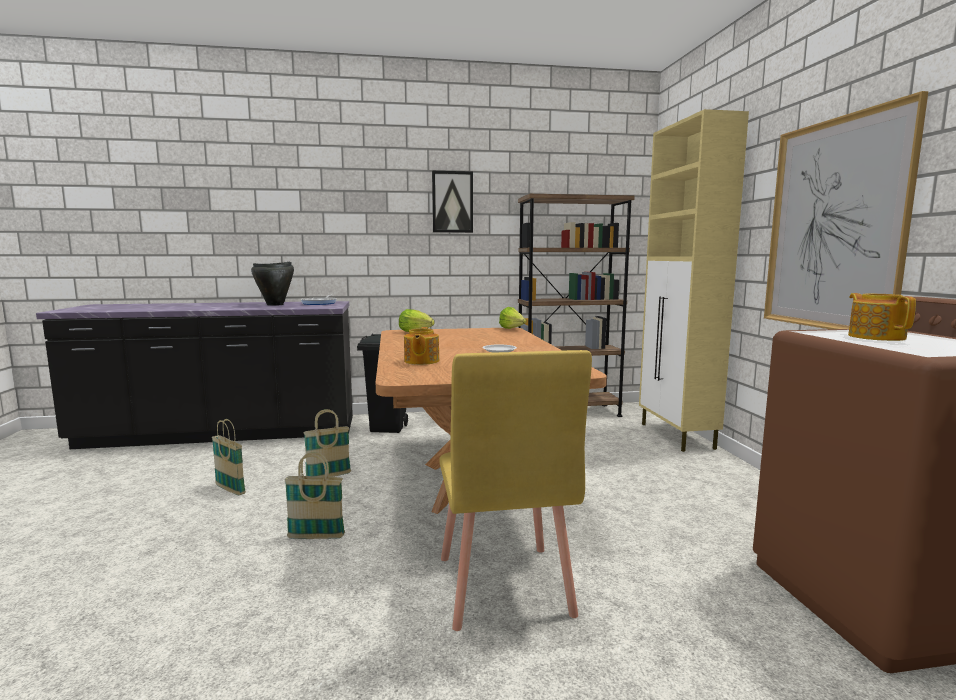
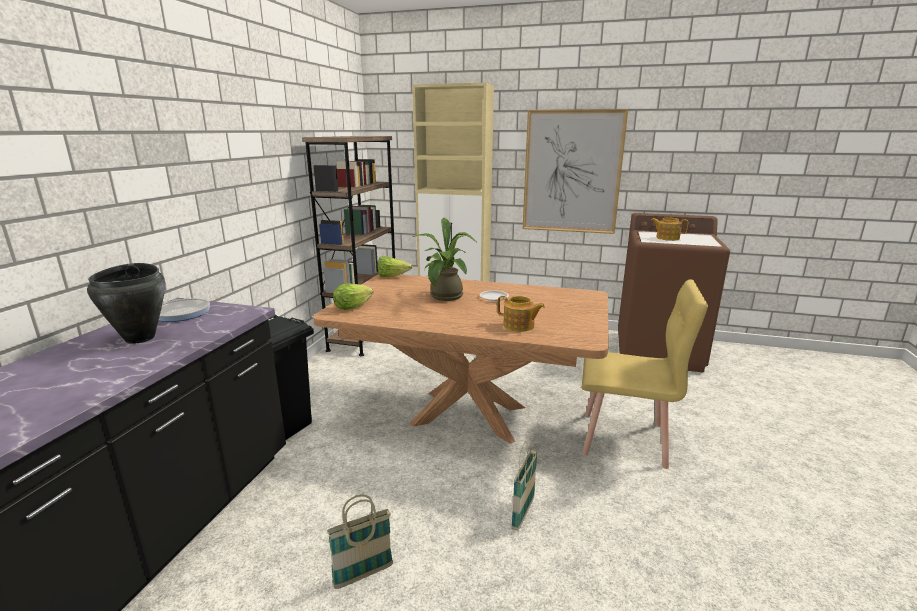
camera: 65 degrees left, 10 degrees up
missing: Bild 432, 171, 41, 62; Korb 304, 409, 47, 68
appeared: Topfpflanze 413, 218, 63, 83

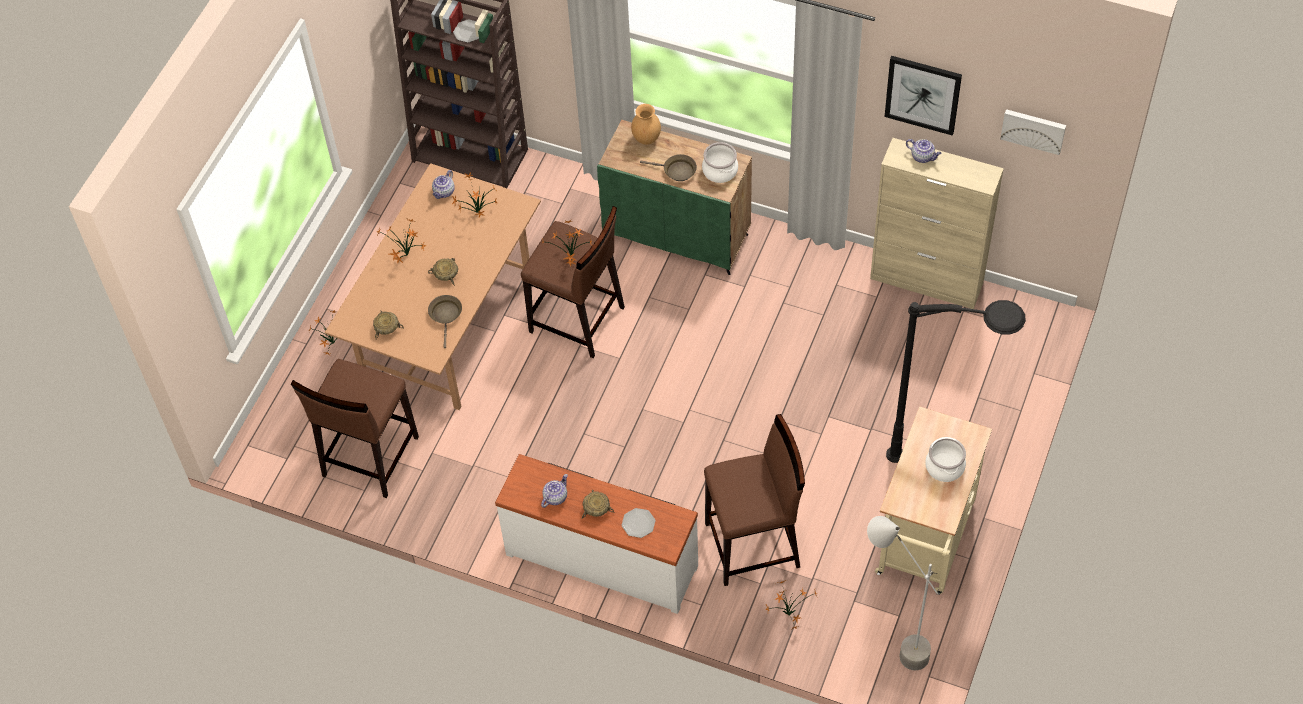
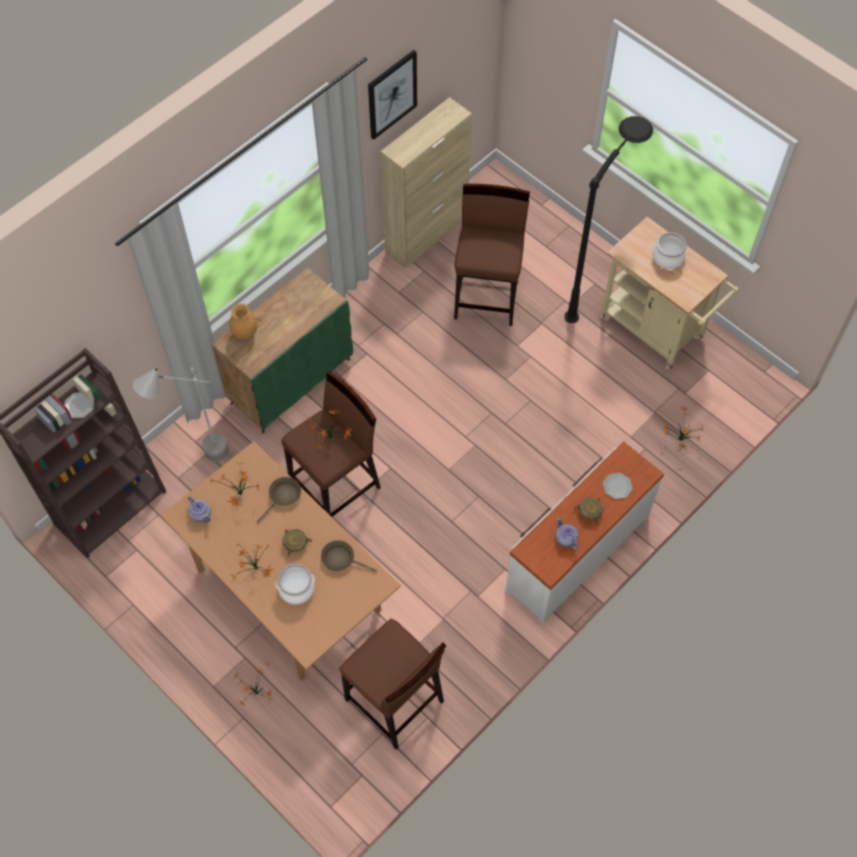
camera: 70 degrees left, 5 degrees up
missing: Bild 1000, 109, 66, 46; Teekanne 906, 139, 36, 24; Schüssel (beige) 373, 310, 30, 29
relocated: Kochtopf 702, 142, 36, 41 to 276, 564, 39, 40; Pfanne (braun) 640, 154, 57, 27 to 257, 477, 44, 46; Hocker (braun) 704, 414, 101, 172 to 454, 184, 76, 142; Stehlampe (grau) 867, 516, 70, 154 to 133, 367, 96, 95

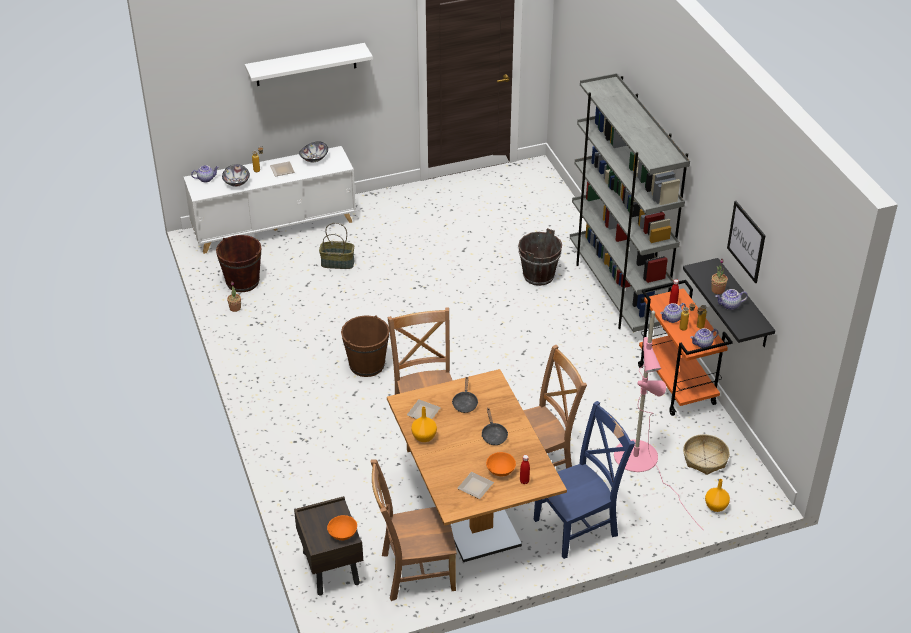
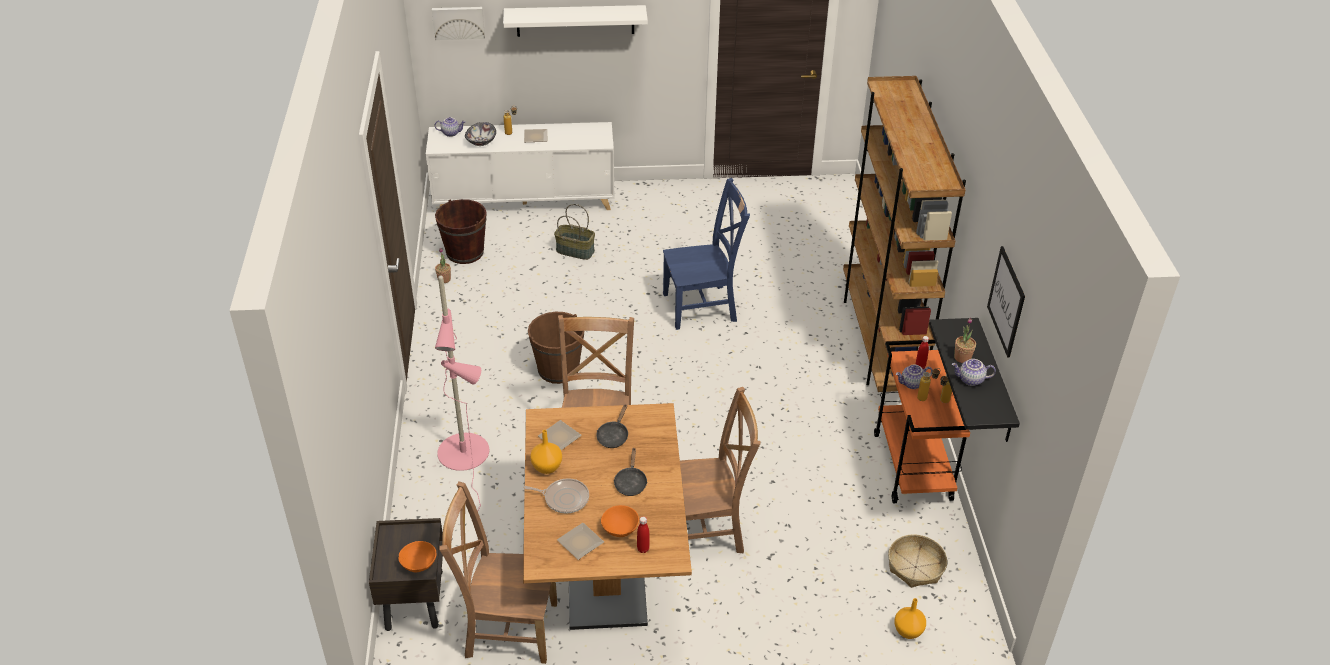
camera: 15 degrees right, 0 degrees up
missing: Schüssel 299, 141, 29, 21; Eimer (braun) 518, 228, 44, 58; Teekanne 690, 328, 28, 20
appeared: Bild 432, 7, 53, 33; Pfanne 523, 478, 66, 35
relocated: Stehlampe (rosa) 614, 311, 87, 217 to 435, 276, 54, 235; Stuhl (blau) 534, 401, 101, 158 to 663, 178, 87, 152
colour: Bücherregal (grau) 570, 73, 120, 259 to Bücherregal (braun) 843, 76, 123, 316

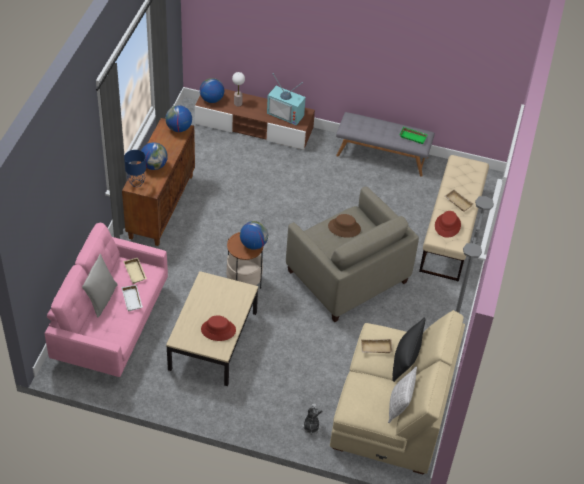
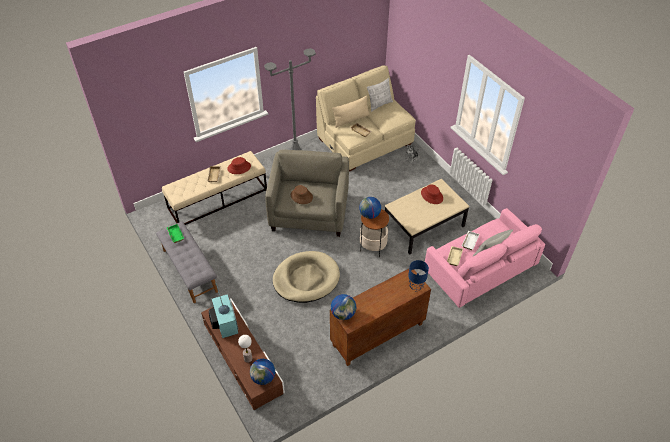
camera: 135 degrees left, 0 degrees up
missing: Globus 141, 142, 27, 28
appeared: Hundebett (beige) 273, 251, 67, 52
colour: Kissen (schwarz) 392, 318, 34, 64 to Kissen (beige) 332, 96, 38, 32

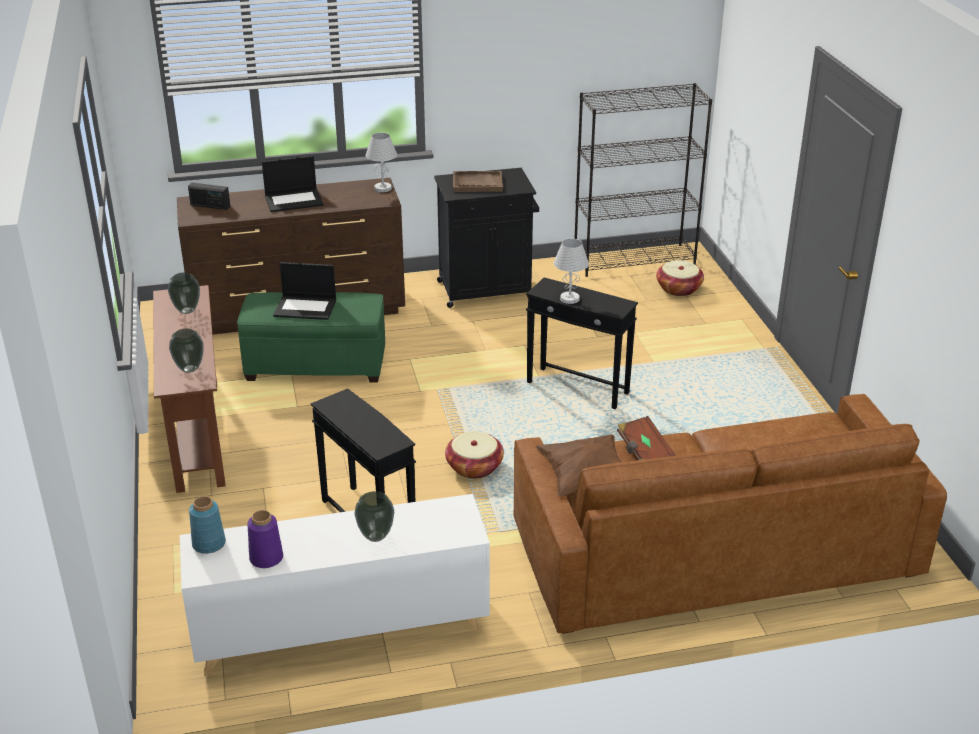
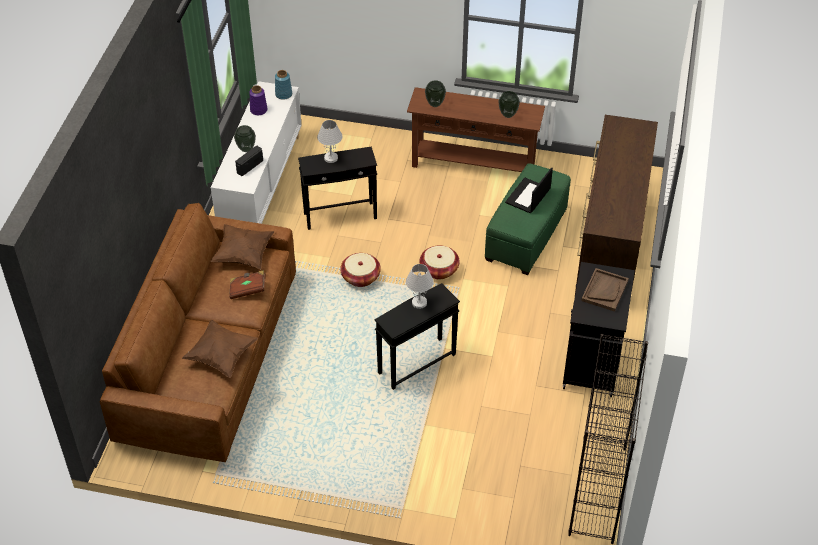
camera: 115 degrees right, 15 degrees up
missing: Laptop 262, 155, 61, 57
appeared: Kissen (braun) 182, 320, 76, 58
relocated: Tischlampe (weiß) 366, 132, 31, 60 to 317, 120, 26, 43; Radio 188, 183, 42, 27 to 235, 146, 28, 30; Korb 656, 260, 48, 36 to 420, 245, 39, 34

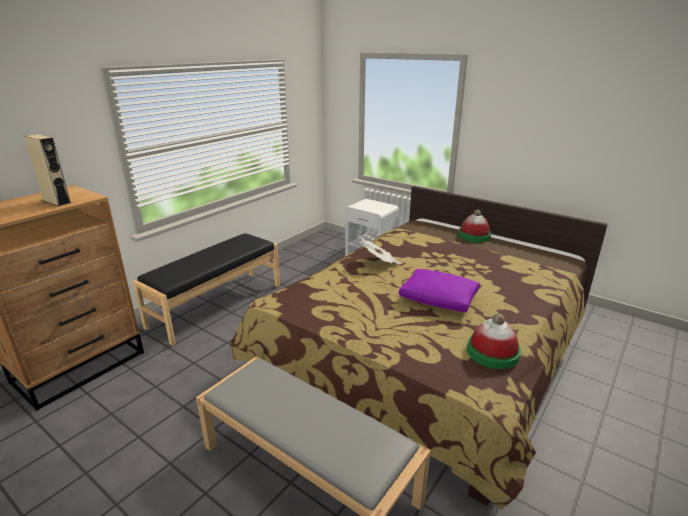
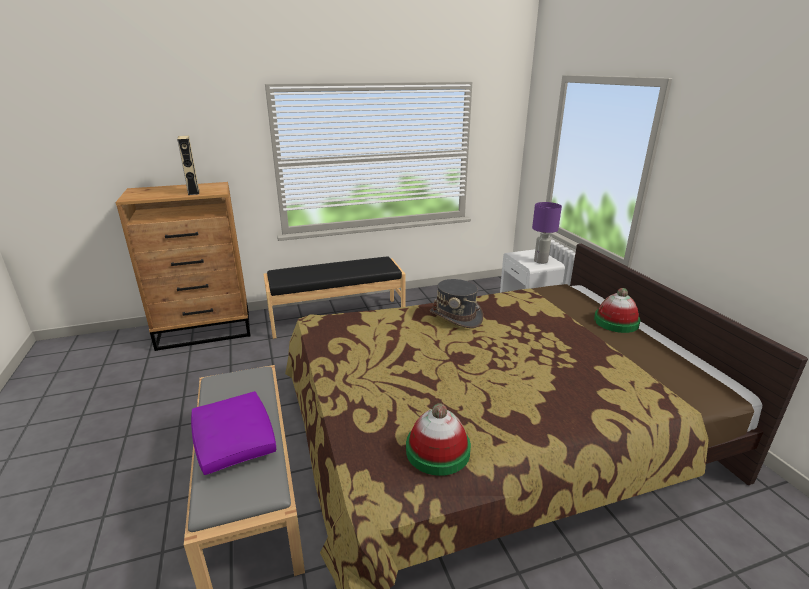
camera: 35 degrees right, 0 degrees up
appeared: Tischlampe (lila) 532, 202, 30, 62
relocated: Kissen (lila) 399, 269, 81, 43 to 191, 391, 85, 84
exchanged: Zeitung 360, 240, 41, 24 to Hut (grau) 430, 279, 53, 49

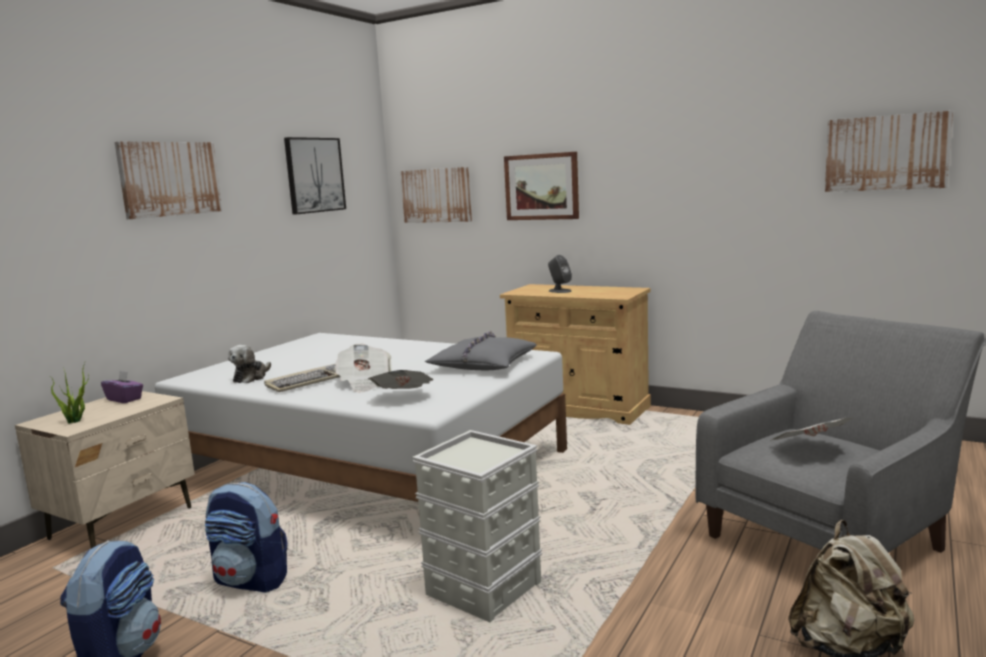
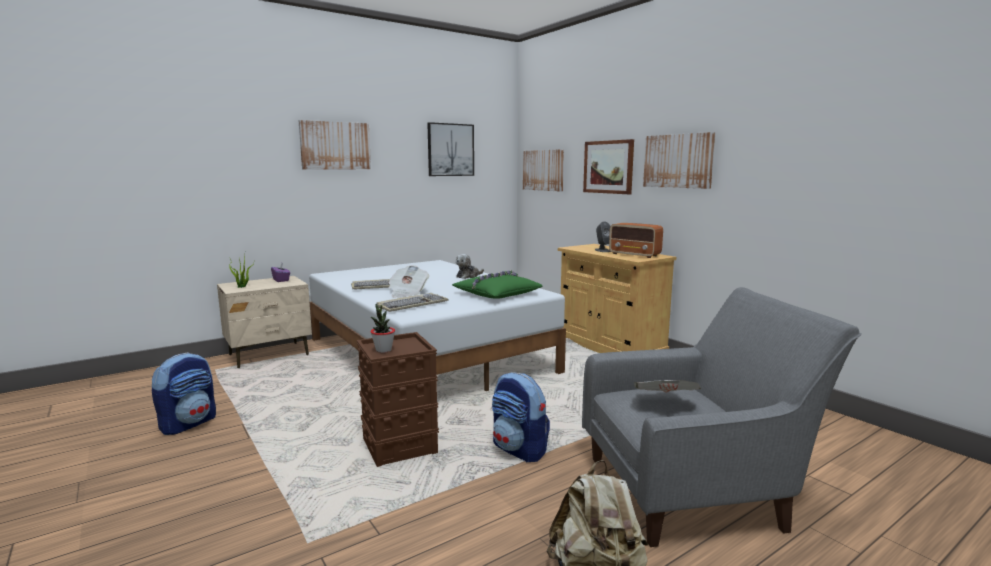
camera: 25 degrees right, 0 degrees up
appeared: Radio 609, 223, 54, 35; Topfpflanze 371, 304, 24, 49
relocated: Bild 825, 111, 128, 81 to 643, 132, 72, 57; Plüschtier 228, 345, 43, 38 to 456, 254, 28, 25; Rucksack 205, 482, 82, 111 to 492, 372, 58, 90
exchanged: Zeitung 368, 370, 65, 19 to Tastatur 377, 293, 72, 19
colour: Kissen (grau) 425, 331, 112, 40 to Kissen (grün) 452, 270, 91, 29; Aufbewahrungsbox (grau) 412, 430, 130, 192 to Aufbewahrungsbox (braun) 356, 332, 83, 135

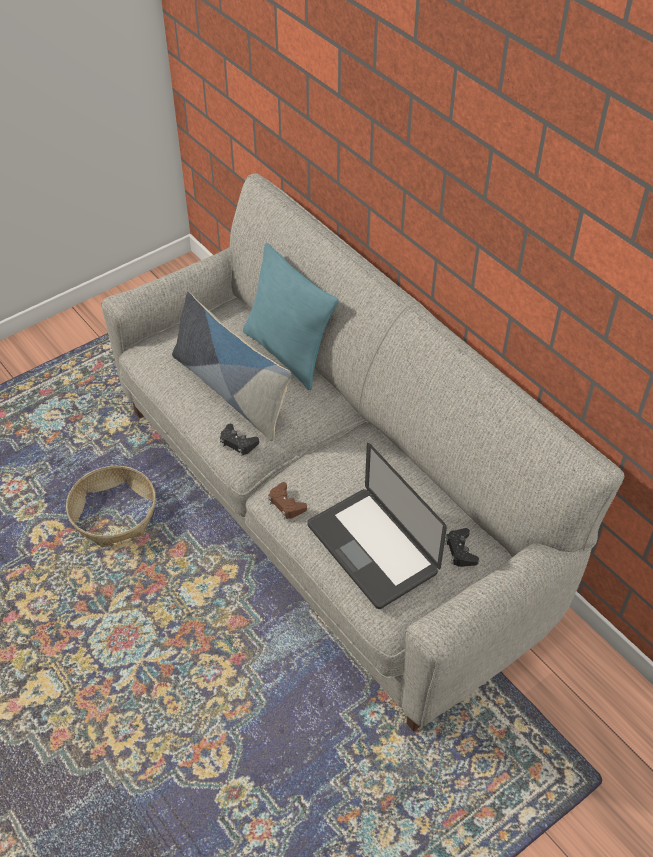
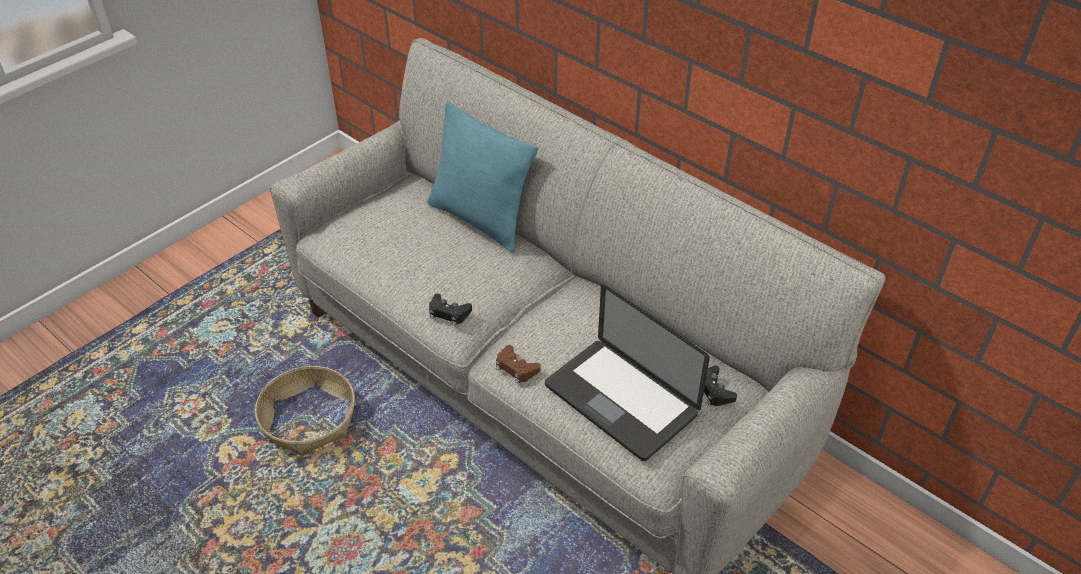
camera: 10 degrees left, 5 degrees down
missing: Kissen 172, 292, 119, 149

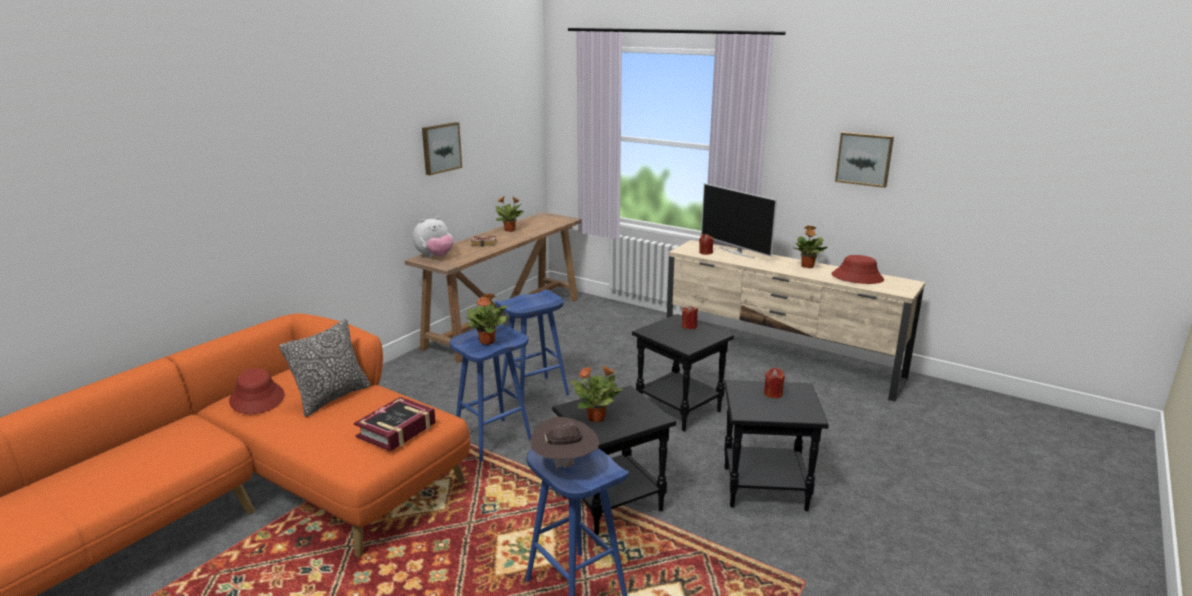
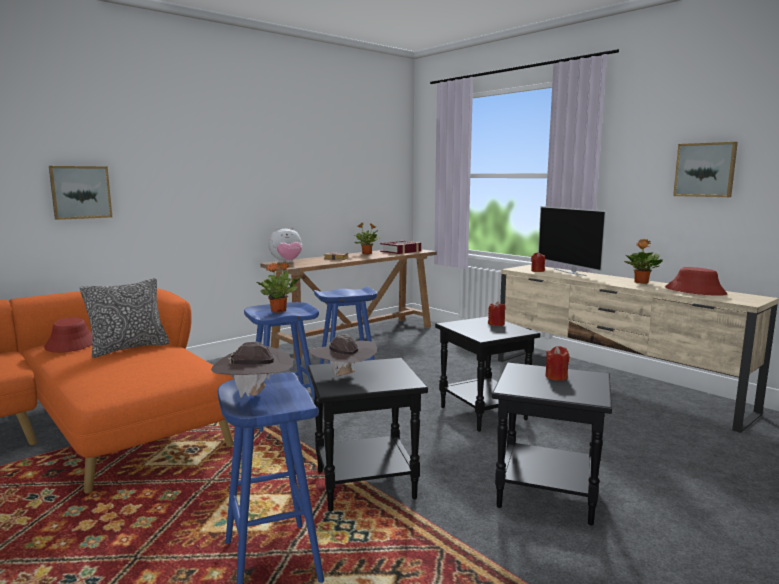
camera: 15 degrees right, 10 degrees down
relocated: Bild 422, 122, 40, 53 to 49, 166, 63, 54; Buch 354, 397, 82, 55 to 380, 241, 41, 13
exchanged: Topfpflanze 570, 365, 53, 57 to Hut (braun) 309, 334, 68, 42

